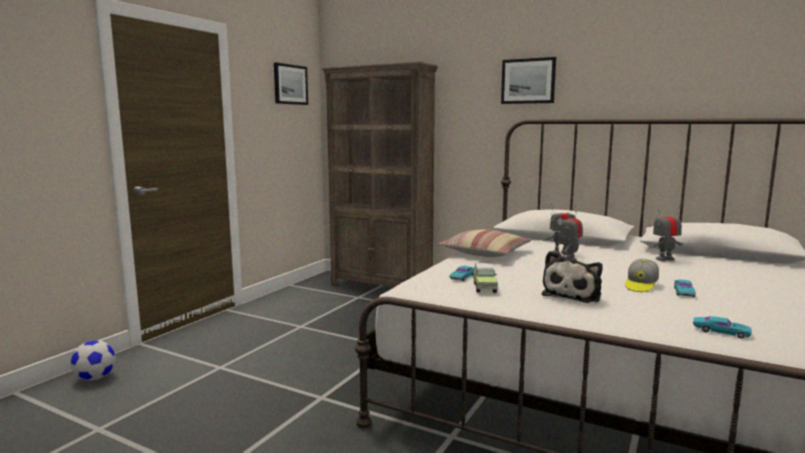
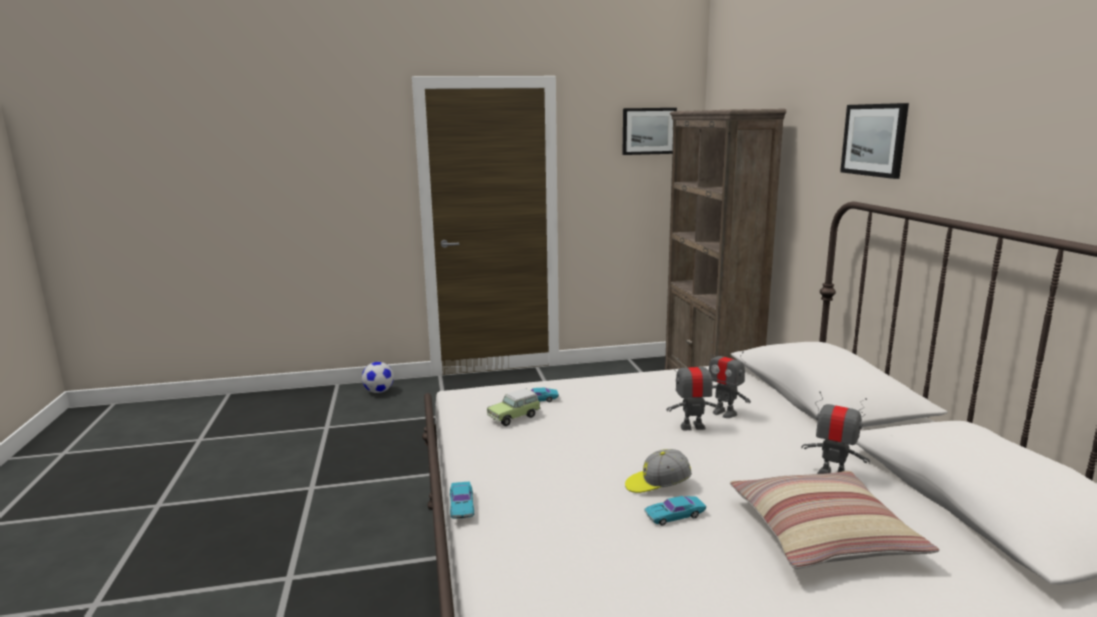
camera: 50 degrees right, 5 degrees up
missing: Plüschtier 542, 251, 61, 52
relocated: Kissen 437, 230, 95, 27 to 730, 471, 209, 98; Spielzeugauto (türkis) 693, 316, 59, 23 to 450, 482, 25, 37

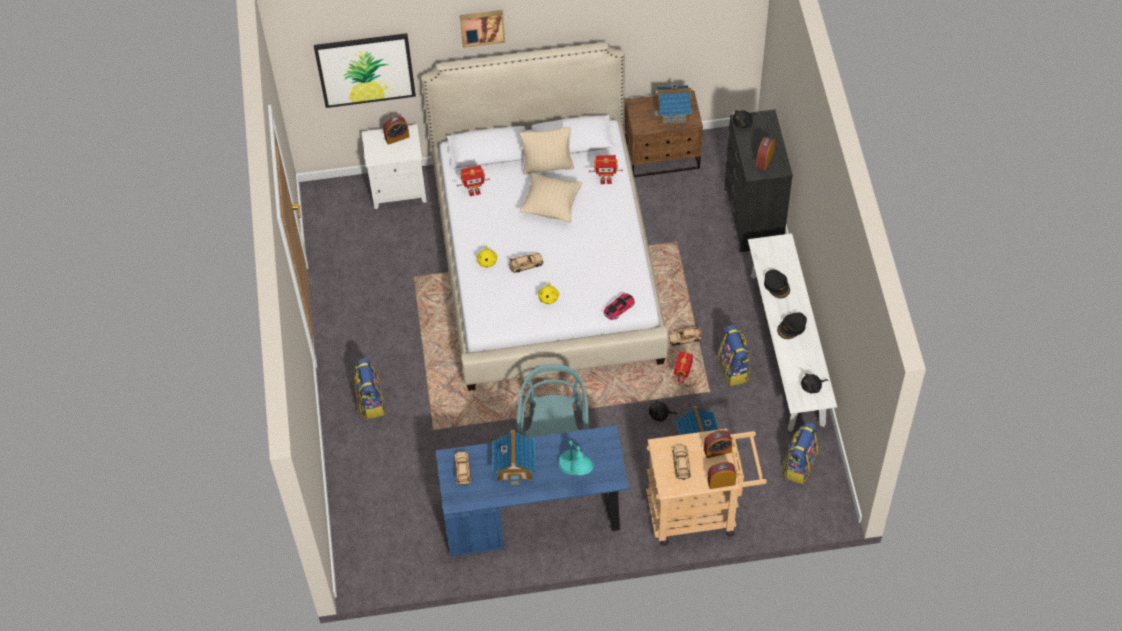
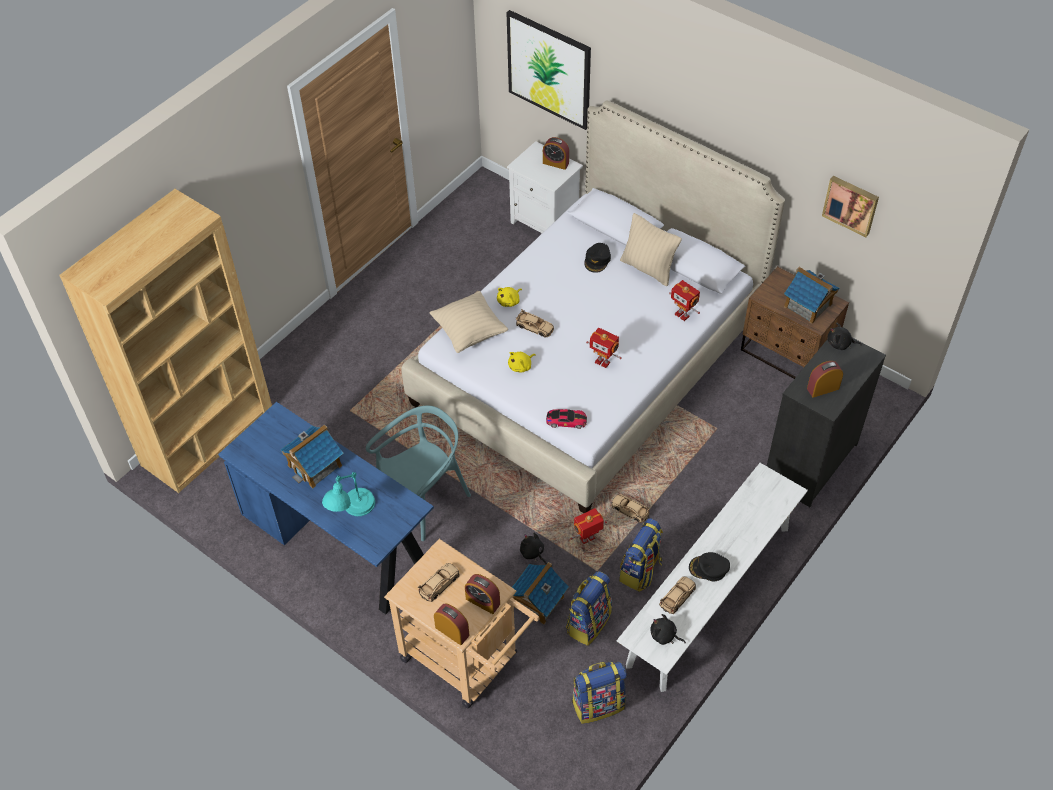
camera: 45 degrees right, 5 degrees down
appeared: Bücherregal (braun) 60, 189, 212, 304
relocated: Bild 460, 10, 45, 38 to 822, 176, 57, 61; Spielzeugroboter 457, 165, 33, 31 to 586, 328, 36, 40; Kissen (beige) 520, 173, 62, 50 to 430, 291, 78, 62; Kappe (schwarz) 764, 269, 26, 29 to 585, 243, 26, 30; Rucksack 354, 358, 31, 61 to 566, 571, 46, 75; Spielzeugauto (beige) 454, 451, 18, 35 to 659, 576, 37, 38

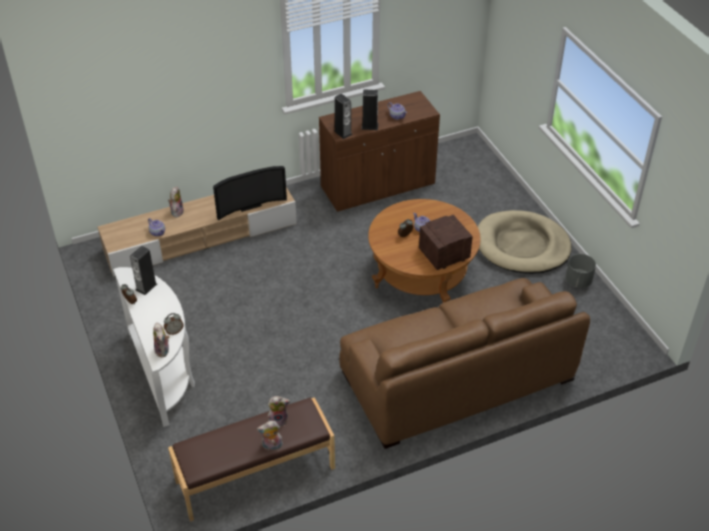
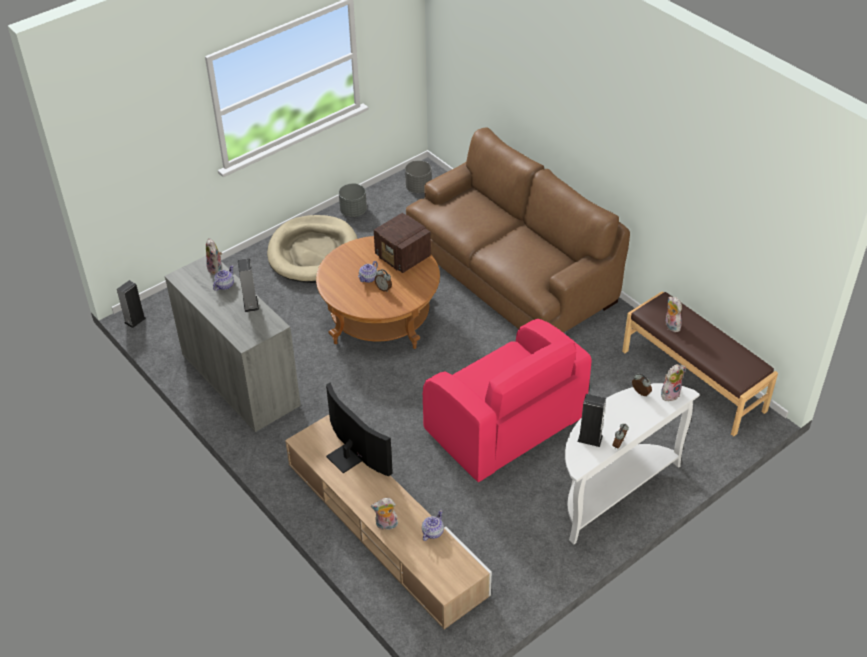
camera: 105 degrees left, 0 degrees up
appeared: Pflanzkübel (grau) 405, 160, 27, 33; Sessel (rosa) 423, 319, 168, 163
relocated: Lautsprecher 334, 94, 18, 45 to 117, 280, 29, 48; Plüschtier 257, 421, 26, 30 to 206, 238, 16, 37
colour: Schrank (braun) 319, 91, 121, 121 to Schrank (grau) 165, 256, 136, 177

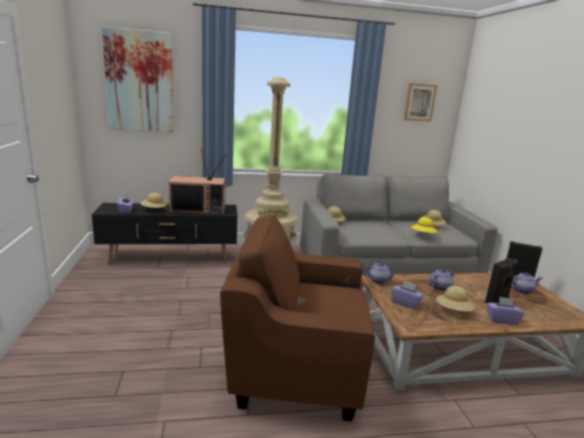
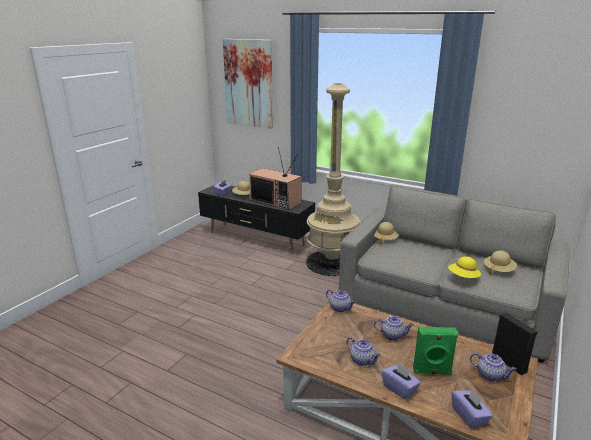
camera: 40 degrees right, 5 degrees up
missing: Bild 403, 83, 34, 39; Sessel (braun) 220, 214, 155, 207
relocated: Taschentuchbox (lila) 391, 280, 33, 29 to 452, 388, 41, 41
exchanged: Hut (beige) 436, 286, 39, 25 to Teekanne 346, 337, 35, 29
colour: Lautsprecher (schwarz) 485, 258, 33, 46 to Lautsprecher (grün) 413, 327, 45, 48

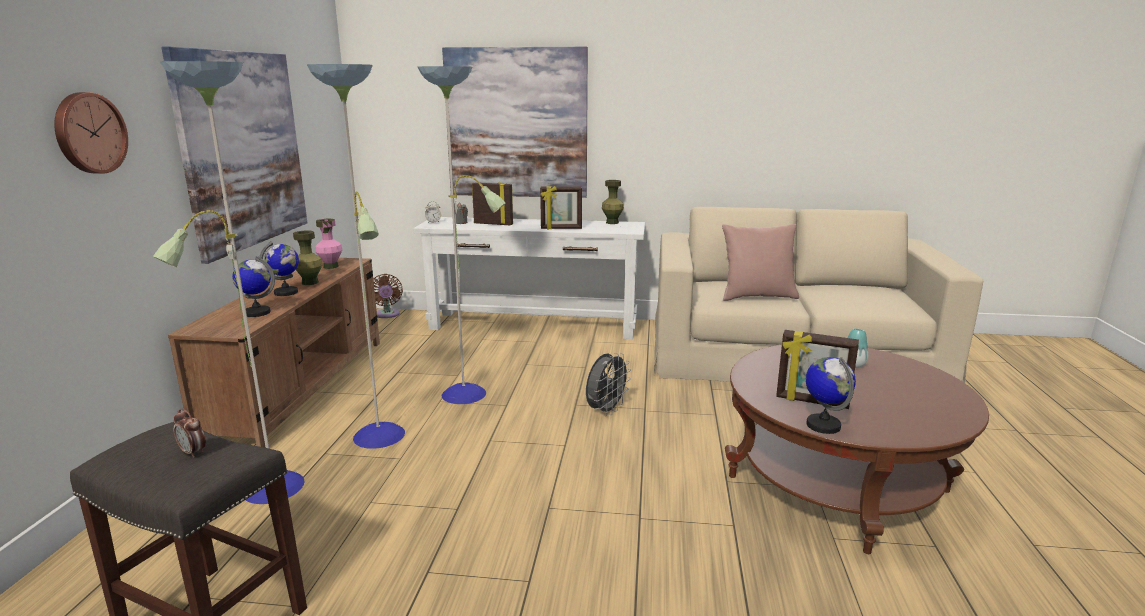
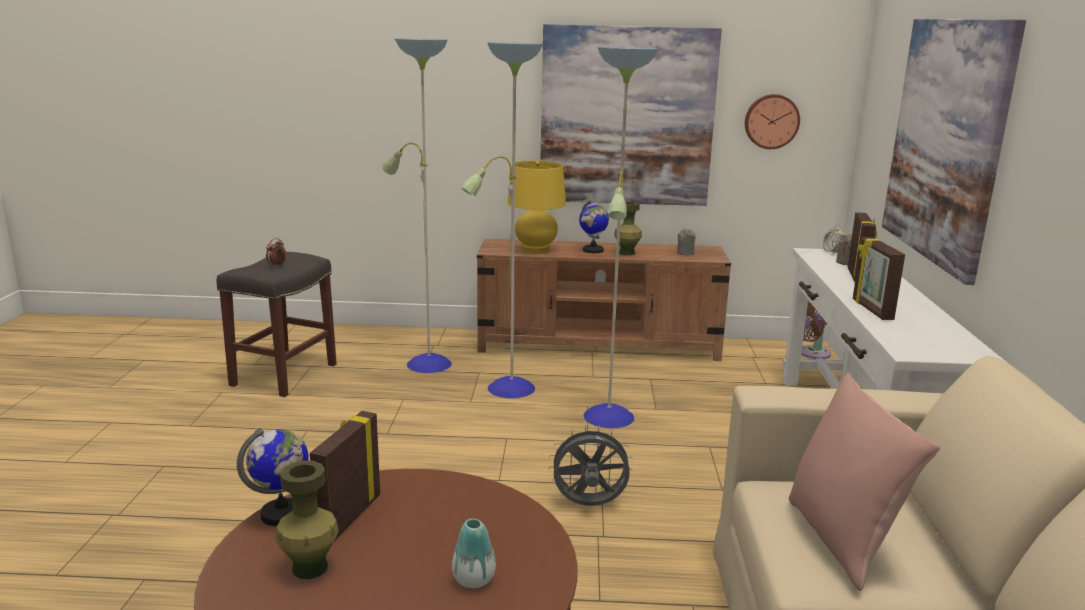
camera: 85 degrees right, 0 degrees up
relocated: Wanduhr 54, 92, 74, 82 to 745, 94, 55, 55; Vase (grün) 602, 180, 22, 44 to 276, 461, 63, 118
exchanged: Vase (rosa) 316, 218, 26, 51 to Kerze (grau) 677, 229, 18, 26; Globus 232, 256, 43, 61 to Tischlampe (gelb) 508, 161, 58, 93
spun: Ventilator (grau) 586, 353, 45, 63 = 548, 425, 86, 81 150 degrees clockwise

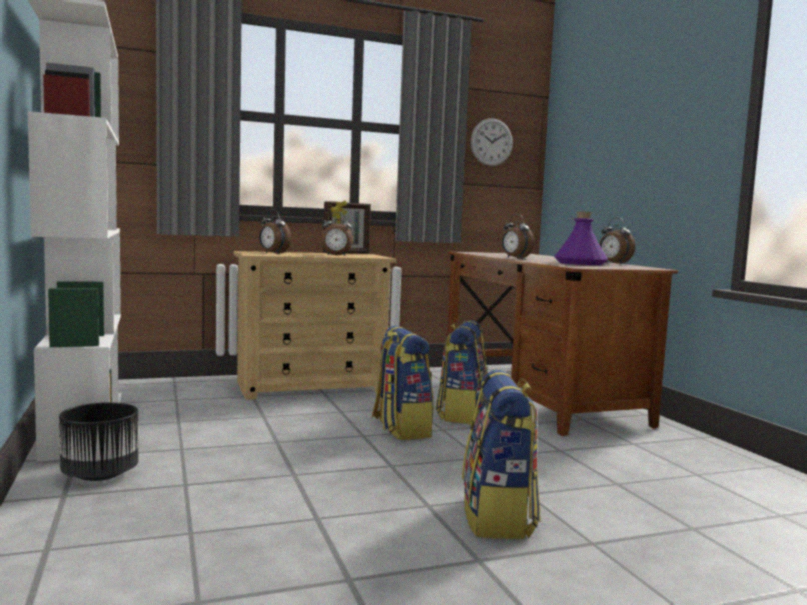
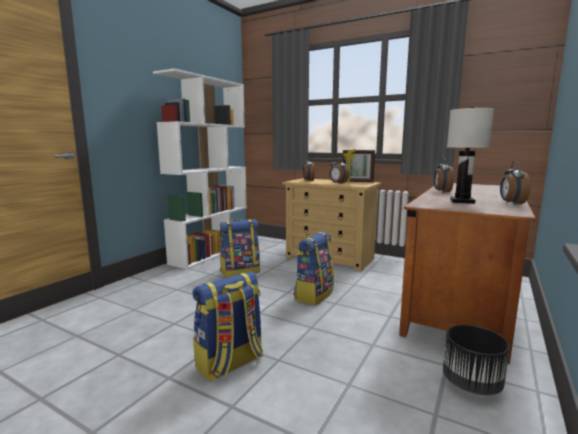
camera: 50 degrees right, 5 degrees up
missing: Wanduhr 470, 118, 43, 48
relocated: Rucksack 435, 320, 52, 104 to 219, 219, 41, 59; Pflanzkübel (schwarz) 59, 402, 80, 79 to 443, 325, 67, 70
exchanged: Flasche (lila) 554, 211, 54, 54 to Tischlampe (weiß) 447, 107, 47, 97

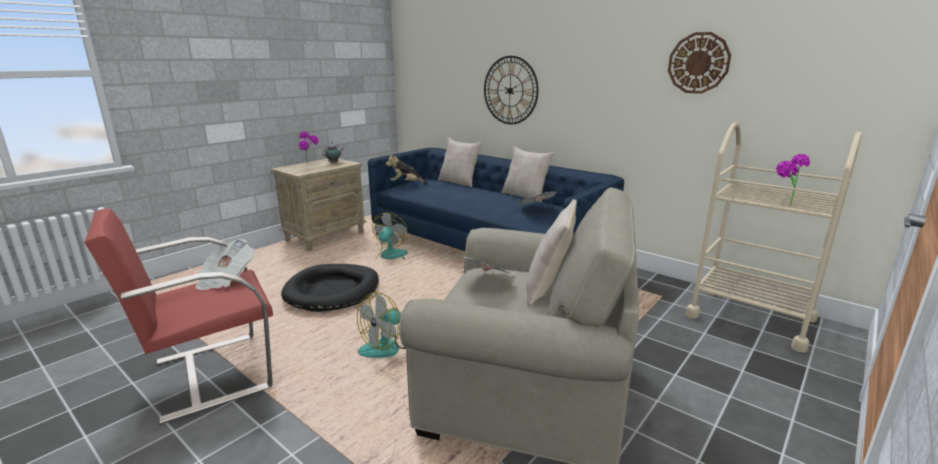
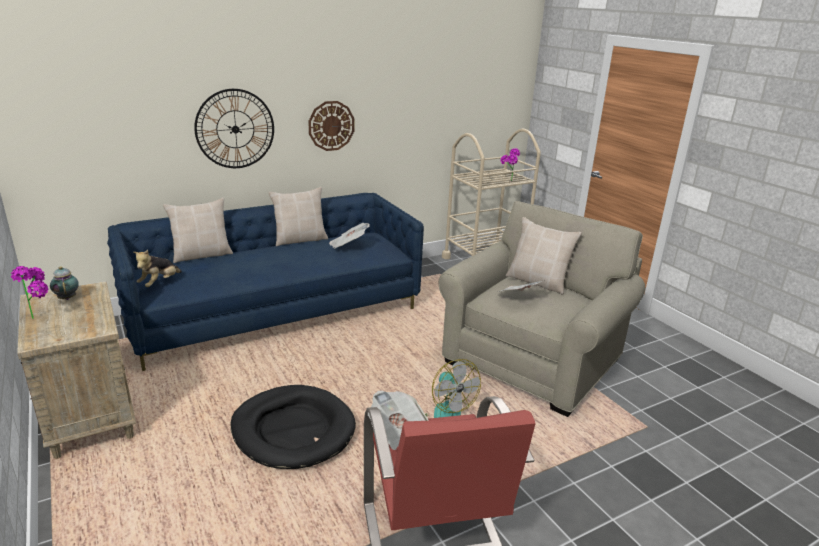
camera: 70 degrees left, 5 degrees up
missing: Ventilator 372, 213, 36, 50
relocated: Wanduhr 668, 32, 63, 62 to 308, 101, 46, 50

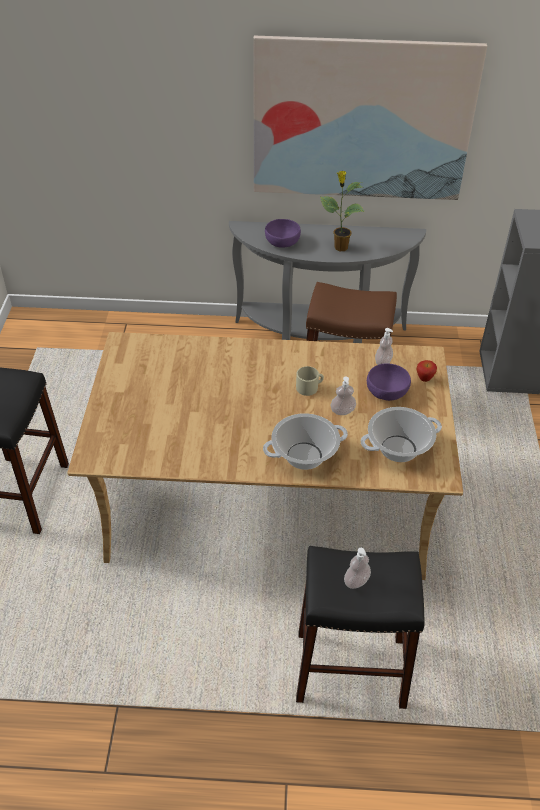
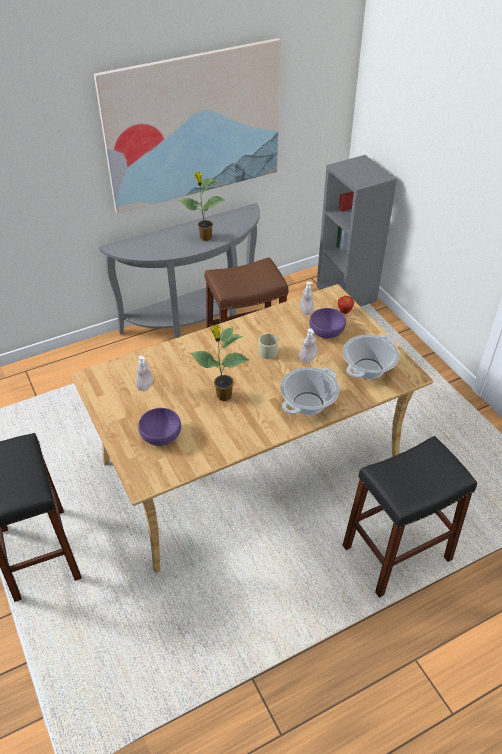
camera: 30 degrees left, 0 degrees up
appeared: Topfpflanze 191, 325, 58, 76
relocated: Schüssel (lila) 265, 219, 36, 29 to 138, 408, 43, 38; Seifenspender 344, 548, 27, 41 to 136, 356, 17, 35

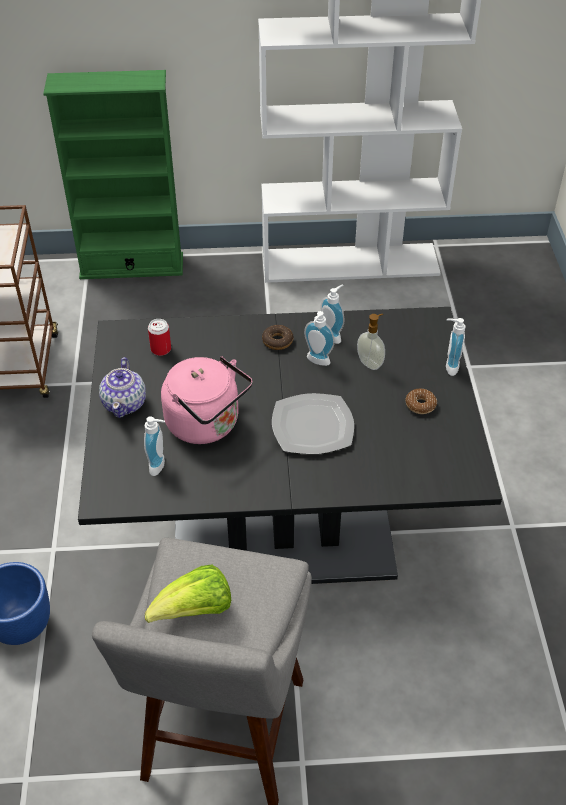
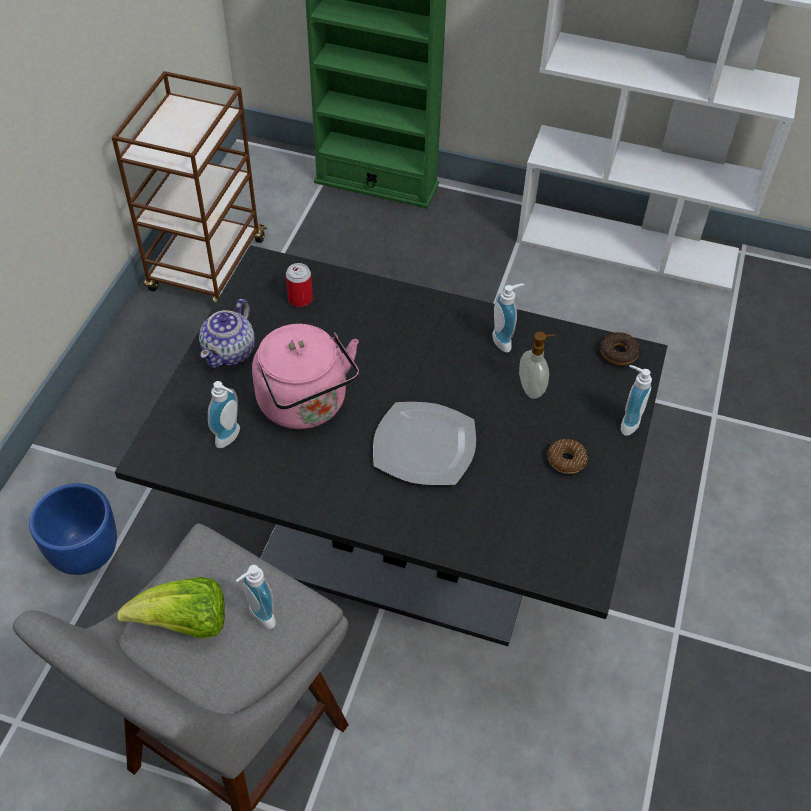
camera: 20 degrees right, 5 degrees up
relocated: Seifenspender 304, 311, 31, 55 to 236, 565, 40, 64; Donut 262, 325, 31, 25 to 600, 332, 40, 34

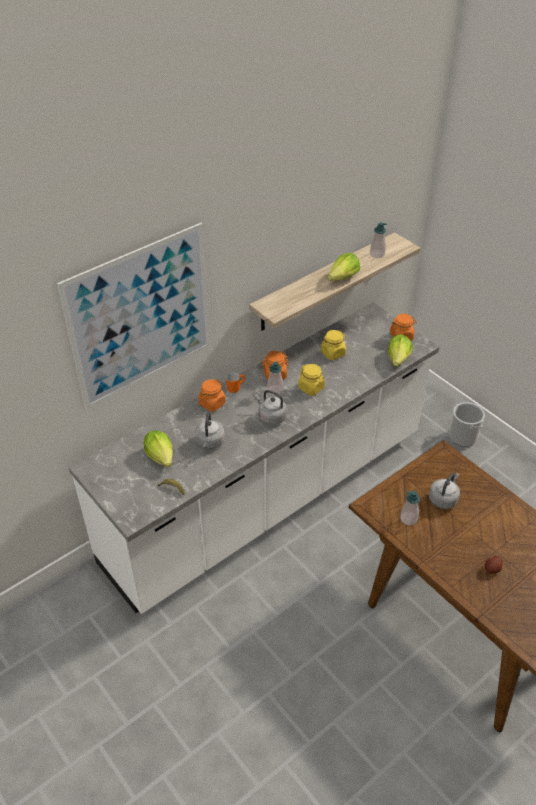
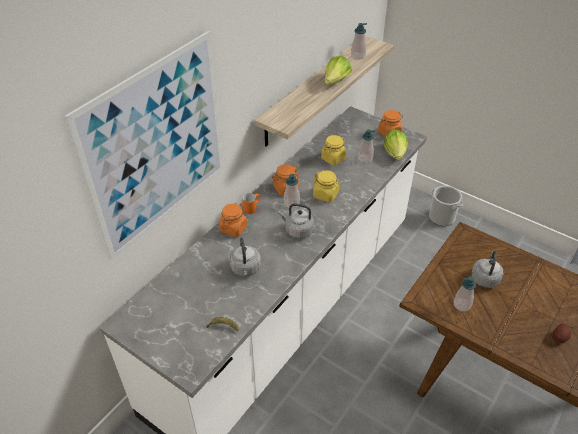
camera: 15 degrees left, 0 degrees up
missing: Salatkopf 144, 430, 29, 37
appeared: Seifenspender 358, 130, 17, 33

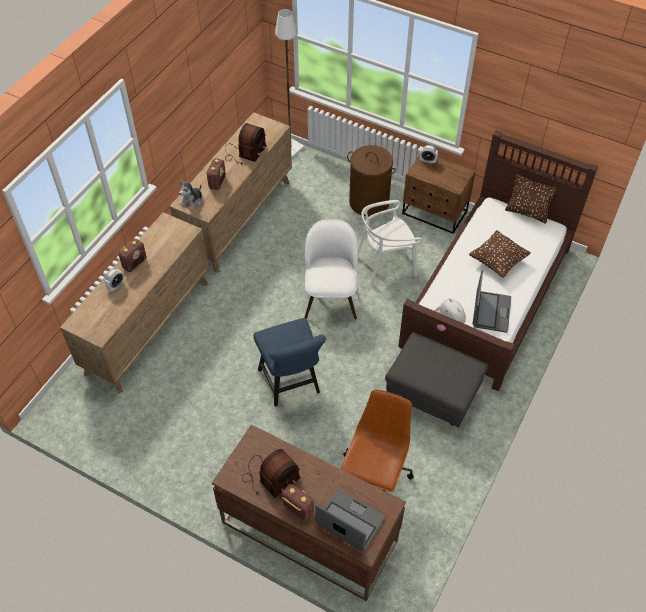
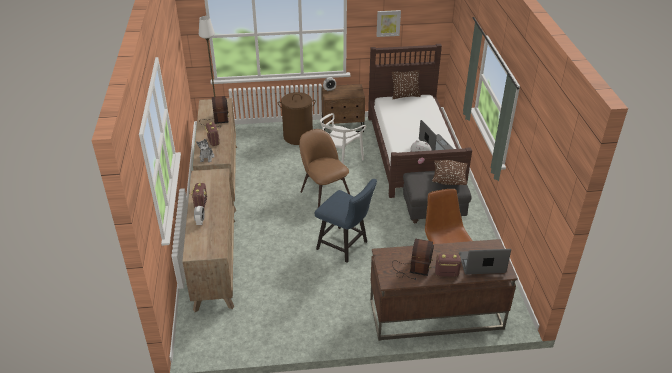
camera: 35 degrees left, 15 degrees down
appeared: Bild 376, 10, 25, 27
relocated: Kissen (braun) 469, 230, 62, 48 to 432, 160, 35, 25
colour: Stuhl (weiß) 305, 219, 53, 101 to Stuhl (braun) 299, 129, 51, 79

